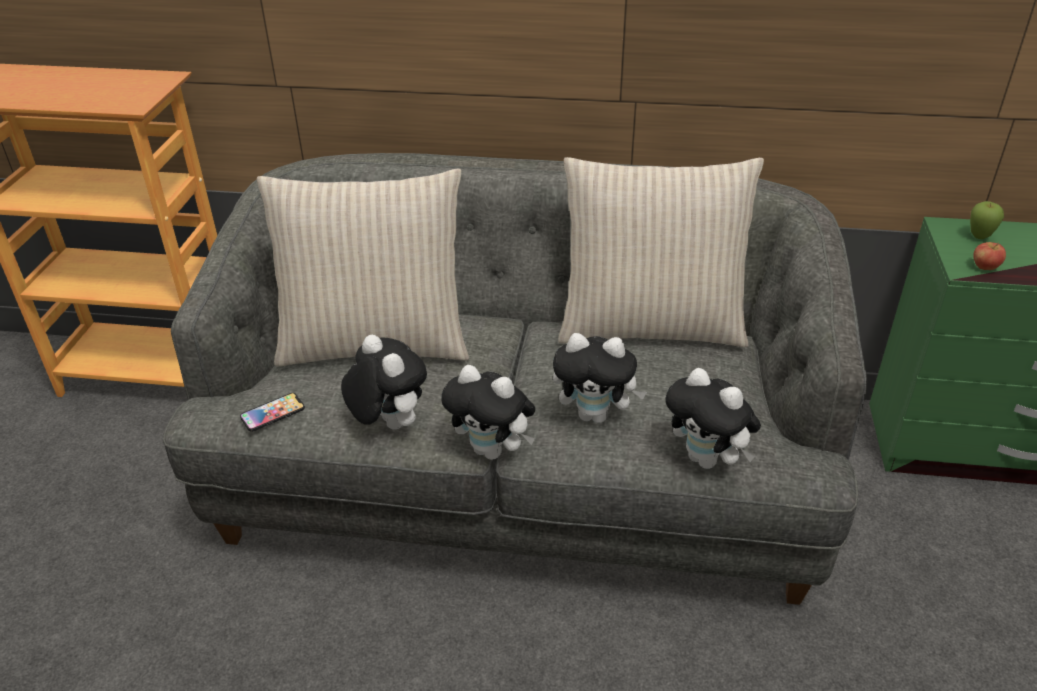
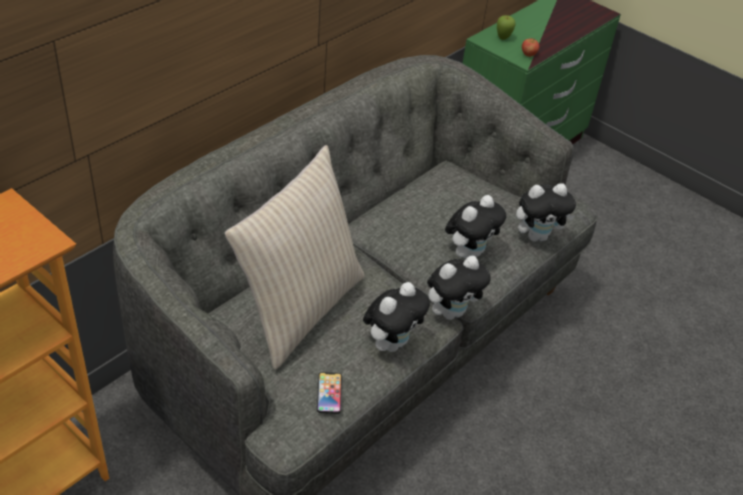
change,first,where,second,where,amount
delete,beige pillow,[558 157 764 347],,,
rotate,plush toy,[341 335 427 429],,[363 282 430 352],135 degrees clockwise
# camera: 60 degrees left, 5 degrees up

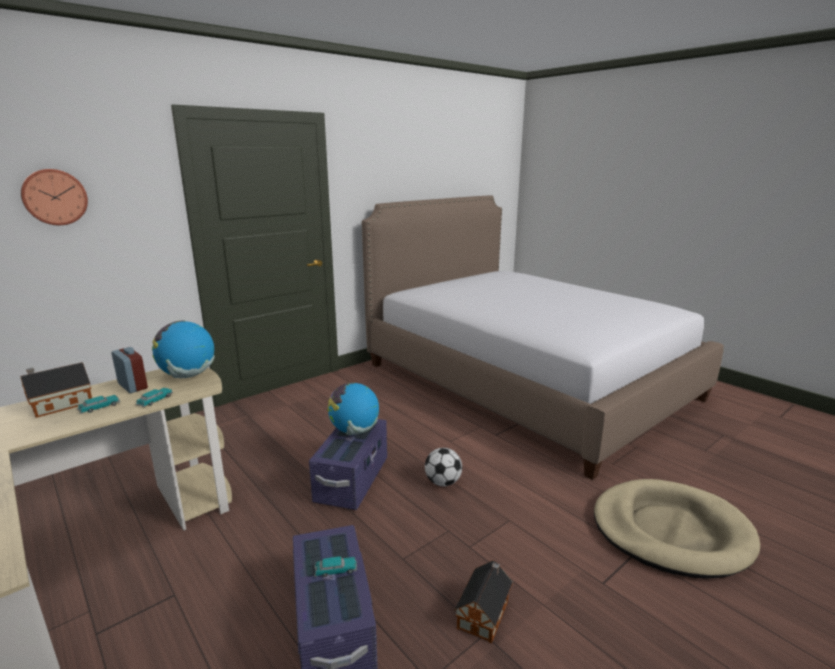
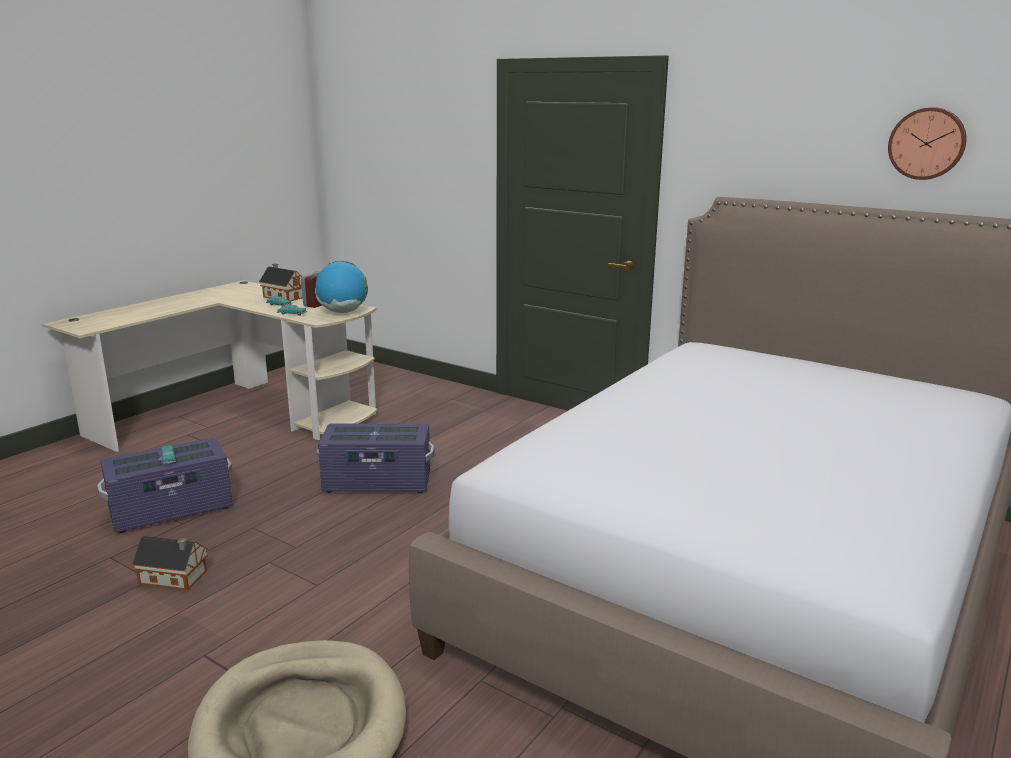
change,first,where,second,where,amount
delete,globe,[328 382 379 435],,,
delete,football,[425 448 462 486],,,
move,wall clock,[21 169 88 225],,[888 107 967 180],
# camera: 75 degrees right, 0 degrees up

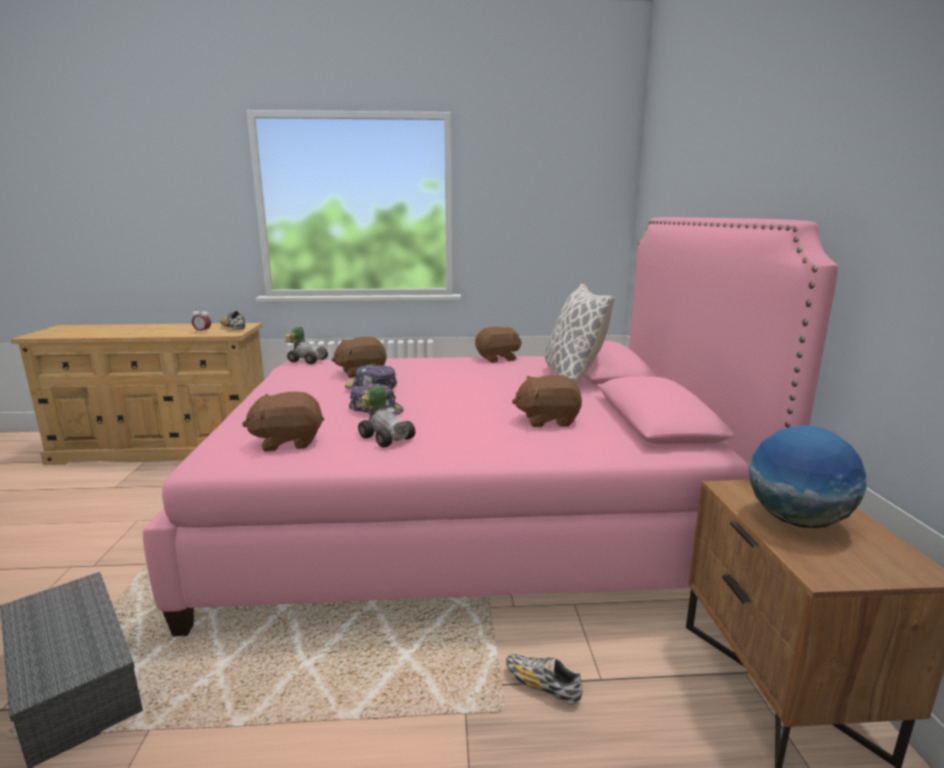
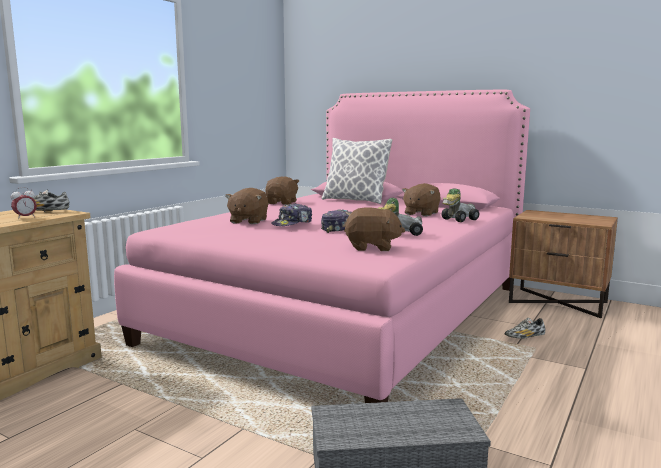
change,first,where,second,where,amount
delete,globe,[749 425 866 528],,,
move,toy car,[285 327 328 364],,[441 188 479 222],
rotate,brown plush toy,[242 392 324 452],,[344 207 405 251],105 degrees counterclockwise
# camera: 55 degrees left, 5 degrees down

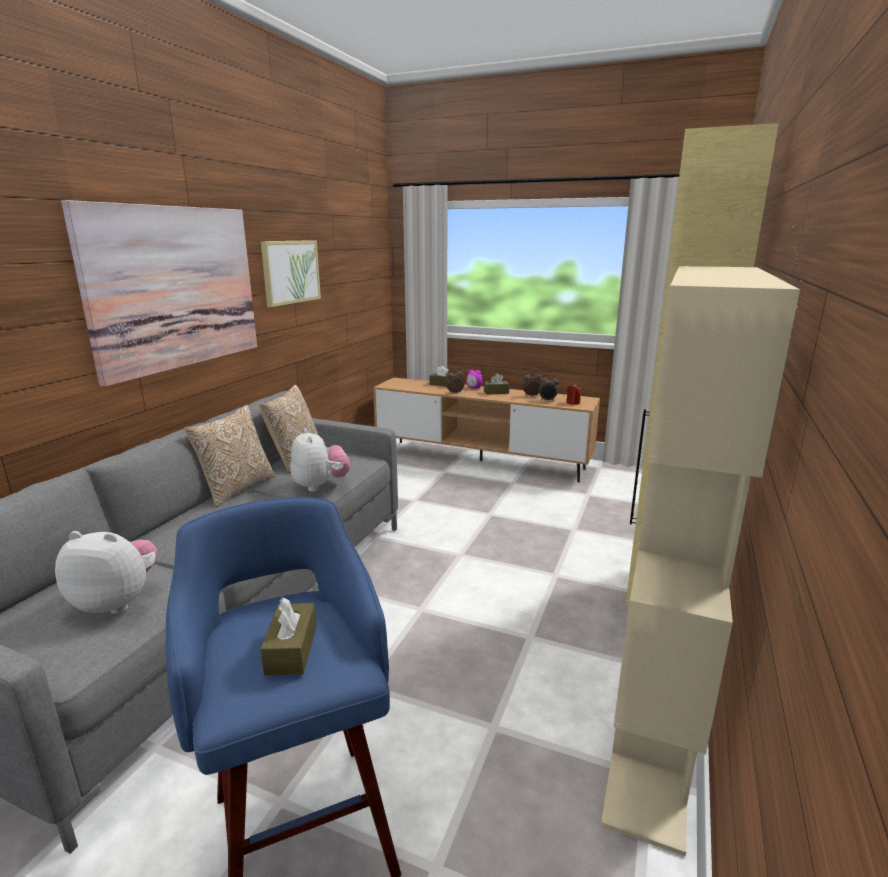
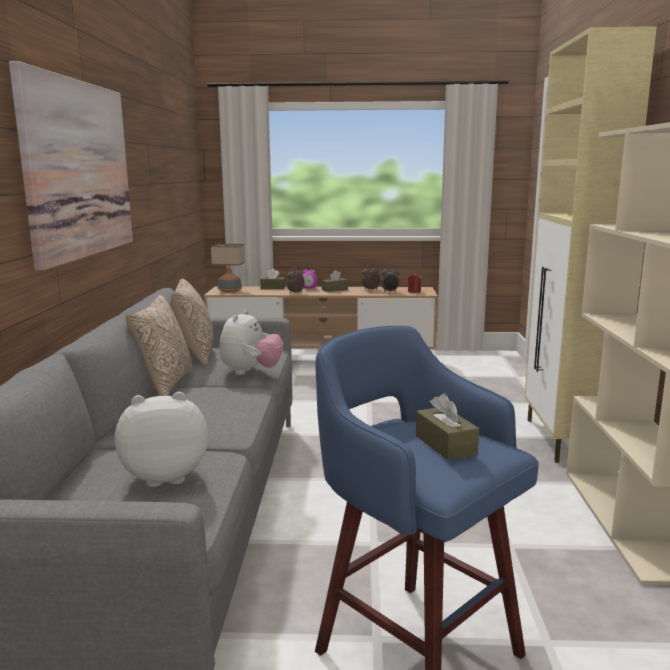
change,first,where,second,where,amount
delete,picture,[261 240 321 307],,,
insert,,,table lamp,[211 244 245 292],
rotate,plush toy,[290 428 350 492],,[219 310 283 375],60 degrees clockwise
# camera: 20 degrees left, 5 degrees down

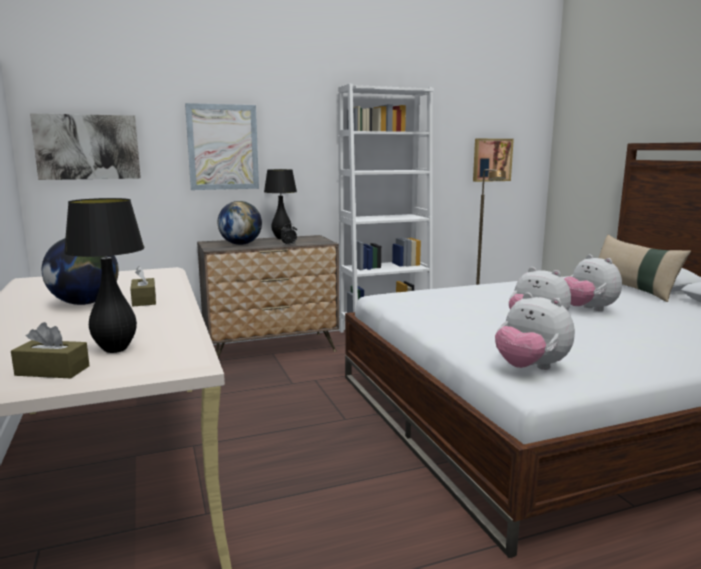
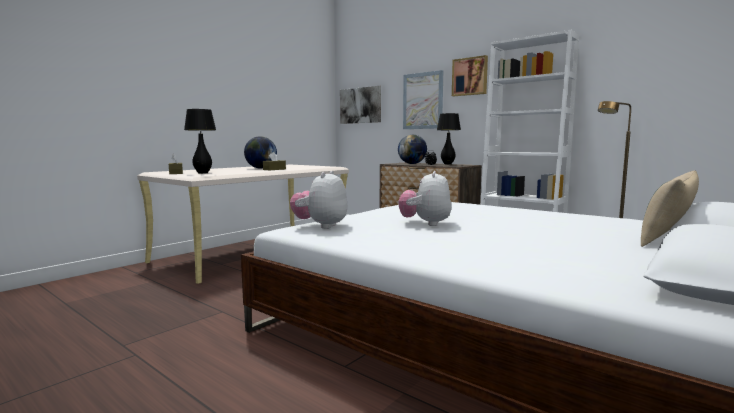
change,first,where,second,where,amount
delete,plush toy,[564 254 622 311],,,
move,picture,[473 139 514 182],,[452 55 488 96],
# camera: 60 degrees right, 5 degrees down

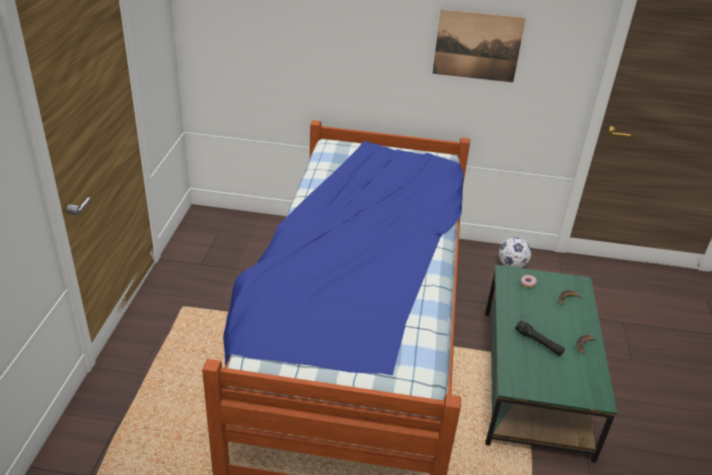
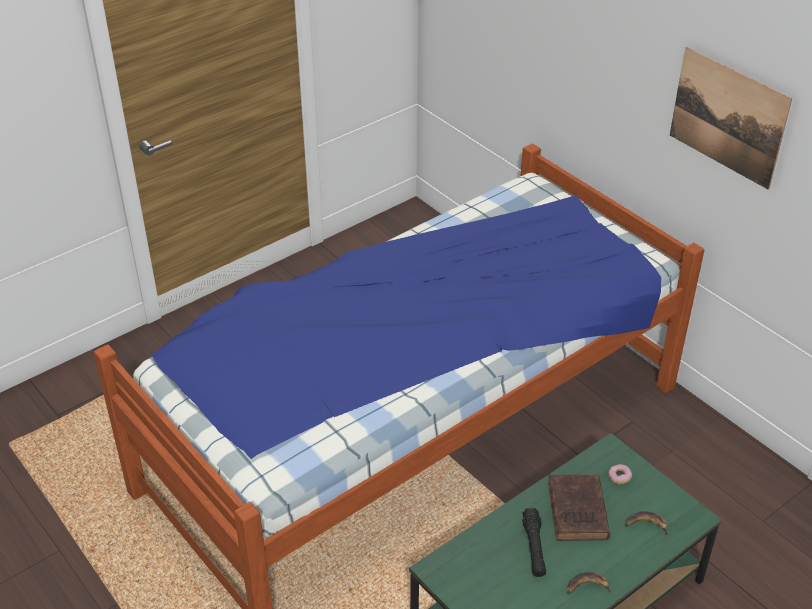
change,first,where,second,where,amount
delete,football,[499 237 531 268],,,
insert,,,brown book,[548 474 610 541],
# camera: 45 degrees right, 5 degrees up

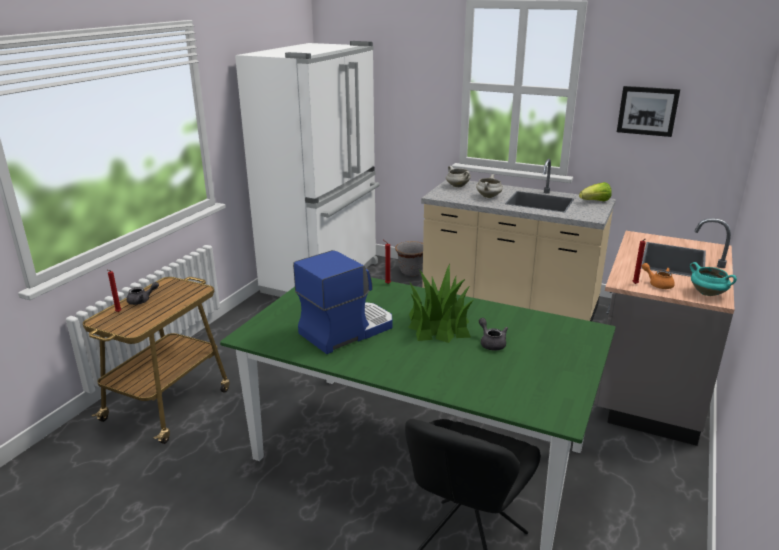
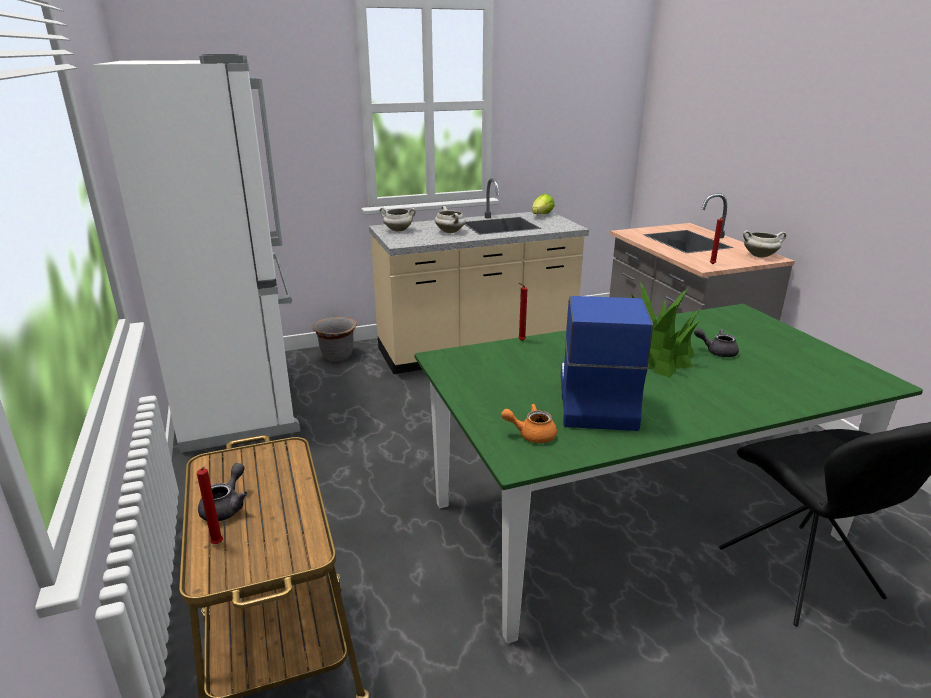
change,first,where,second,where,amount
delete,picture,[617 86 680 137],,,
move,orange teapot,[642 263 675 289],,[501 404 557 443],
recolor,turquoise cooking pot,[690 262 737 296],white cooking pot,[743 230 786 258],
# camera: 45 degrees left, 0 degrees up

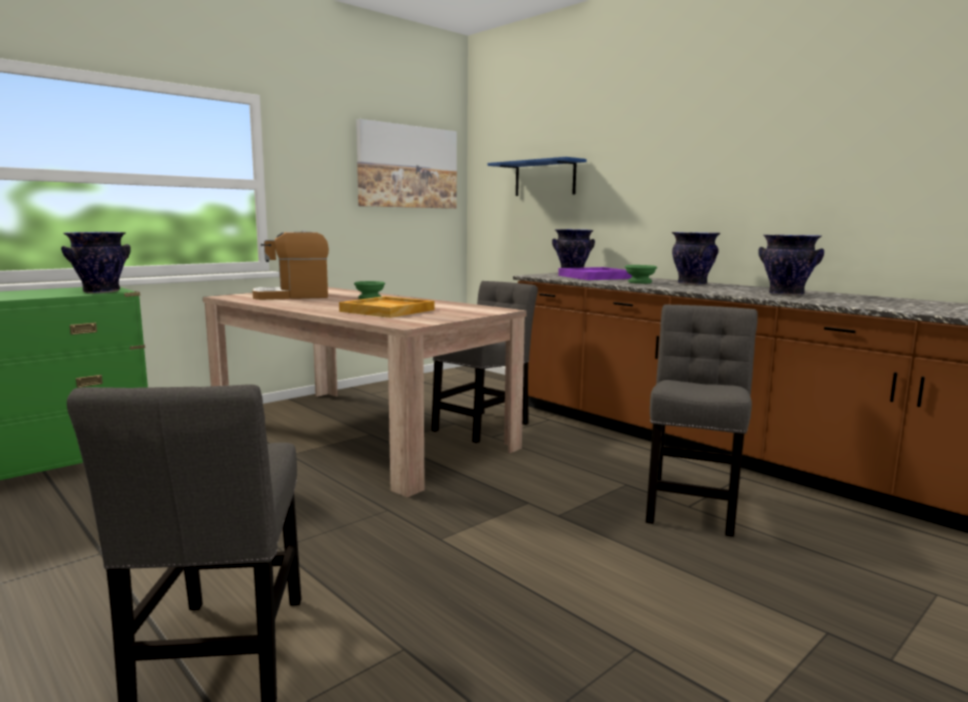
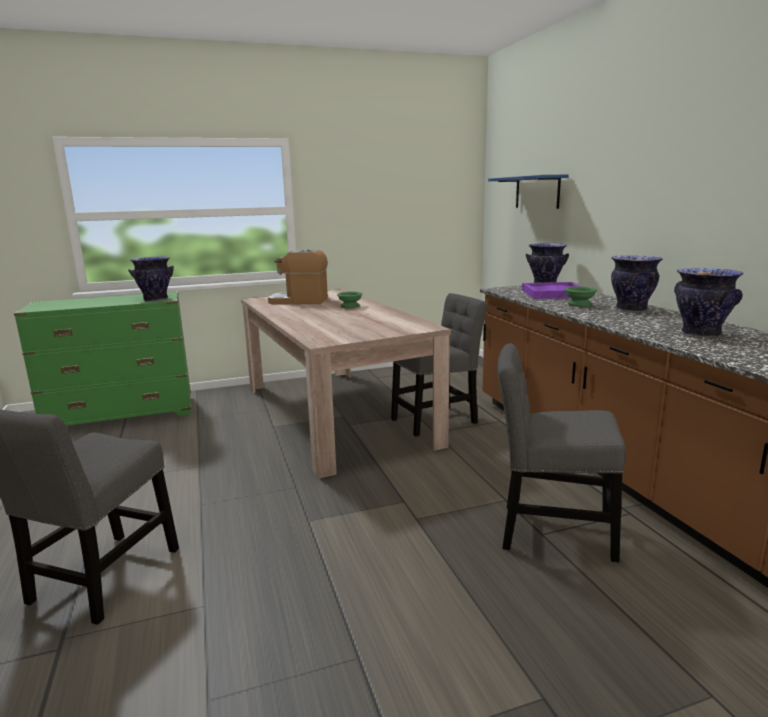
change,first,where,second,where,amount
delete,beige tray,[339 296 434 318],,,
delete,picture,[356 119 457 209],,,
rotate,grey chair,[646 305 758 537],,[497 343 626 562],120 degrees counterclockwise
# camera: 25 degrees right, 5 degrees up

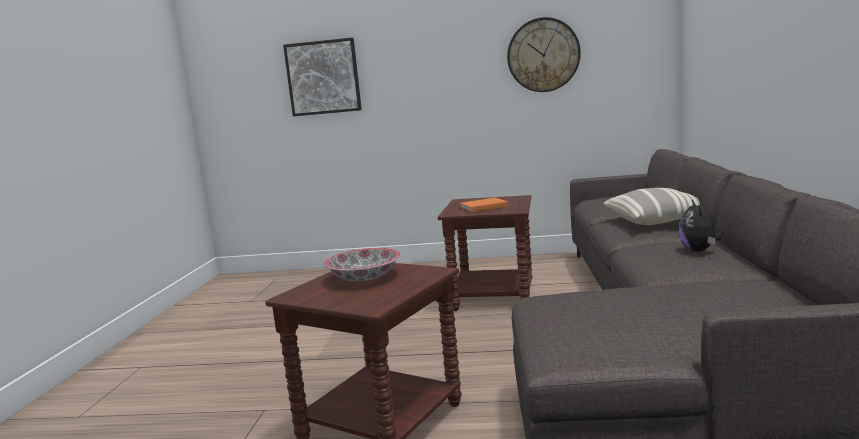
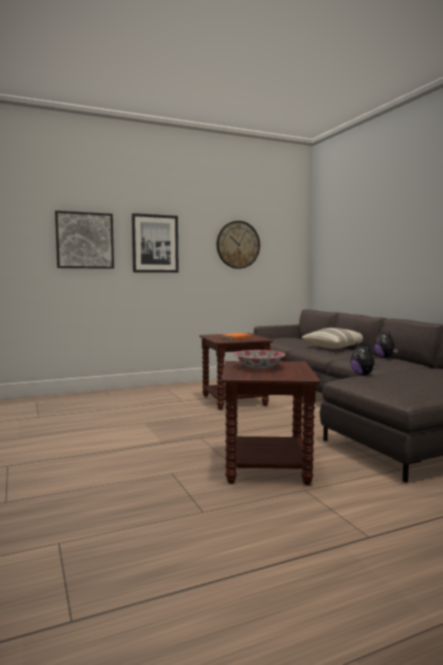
change,first,where,second,where,amount
insert,,,picture,[132 213 179 273],
insert,,,plush toy,[350 342 379 376],
# camera: 30 degrees left, 5 degrees down

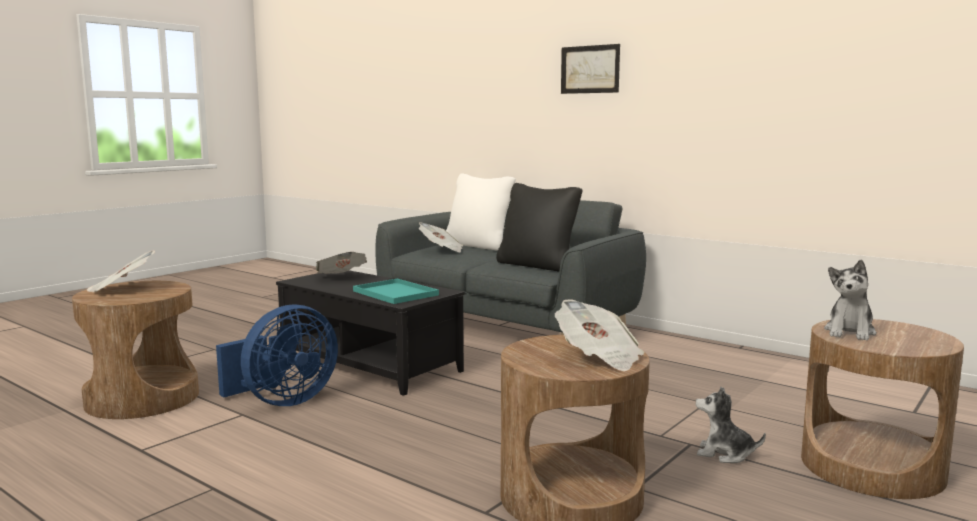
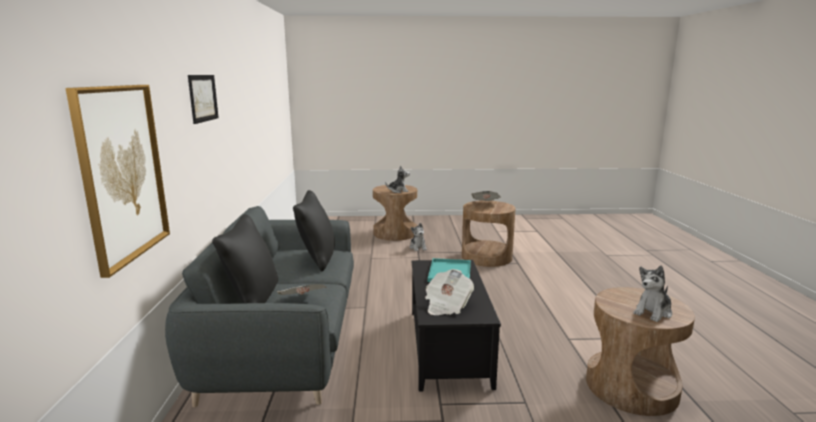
change,first,where,second,where,amount
delete,blue fan,[216 304 338 406],,,
insert,,,picture,[66 85 170 278],
replace,newspaper,[87 250 155 292],plush toy,[633 266 672 322],
recolor,white pillow,[446 173 516 250],black pillow,[212 214 278 303],
# camera: 130 degrees left, 5 degrees up

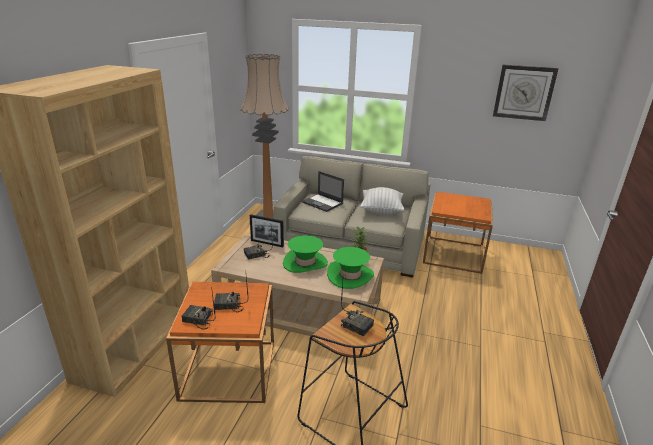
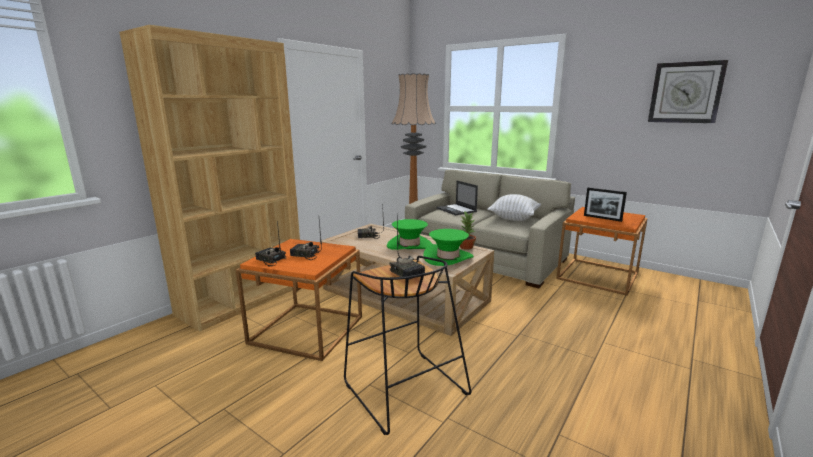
change,first,where,second,where,amount
move,picture frame,[250 214 284 247],,[584 188 627 222],
# camera: 20 degrees right, 10 degrees down

